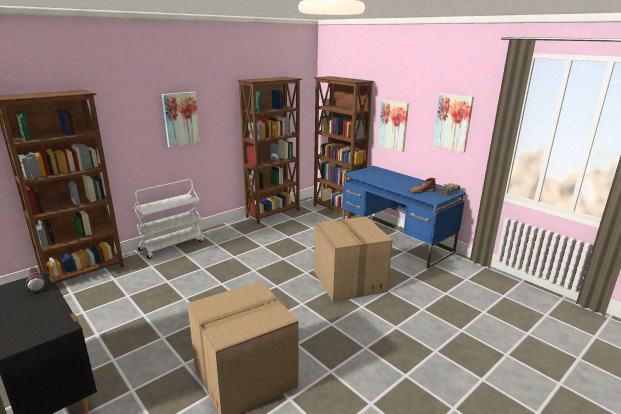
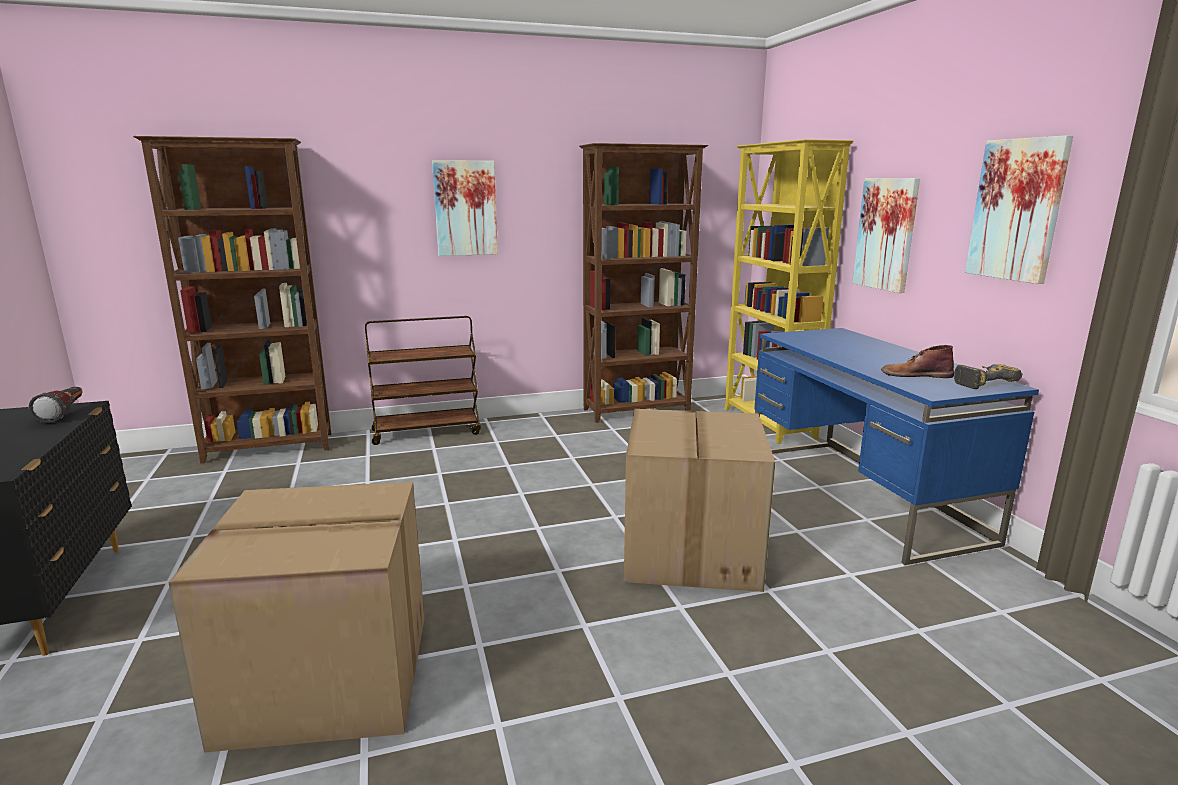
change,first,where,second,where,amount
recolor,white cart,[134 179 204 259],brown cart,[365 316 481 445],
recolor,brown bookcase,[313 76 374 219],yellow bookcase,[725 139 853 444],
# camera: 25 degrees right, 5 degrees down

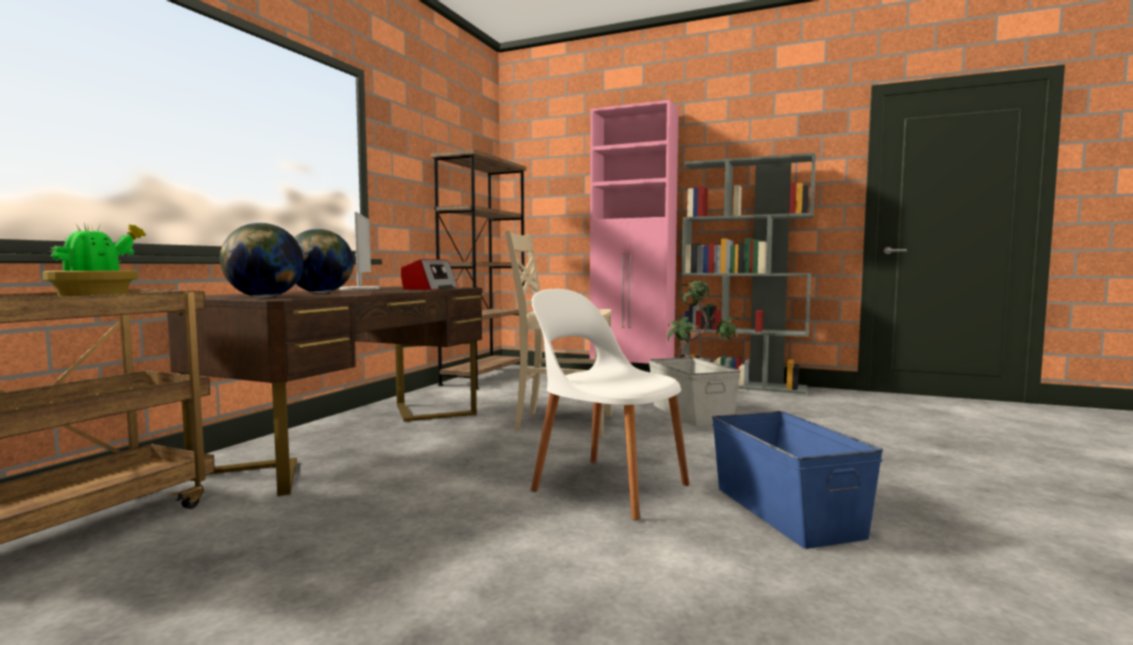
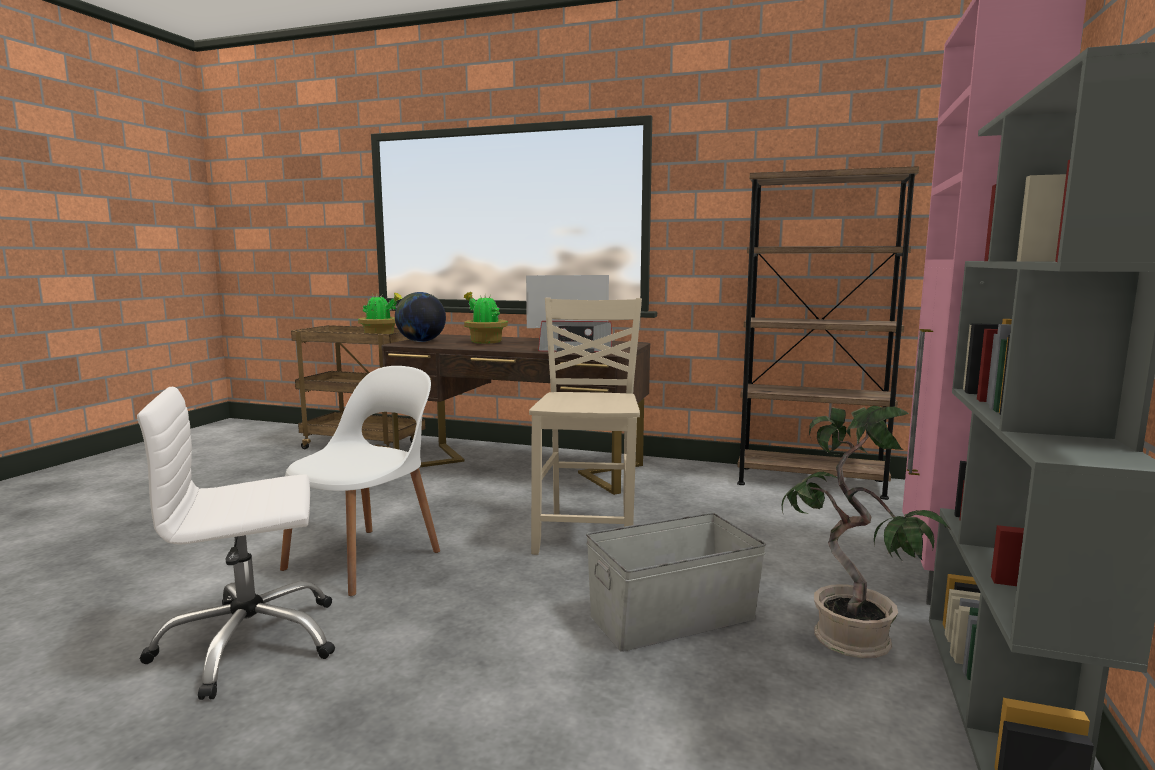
change,first,where,second,where,amount
replace,globe,[294 229 354 293],potted plant,[463 292 508 344],
replace,blue storage box,[712 411 883 549],white office chair,[137 387 335 700],
# camera: 85 degrees right, 5 degrees up

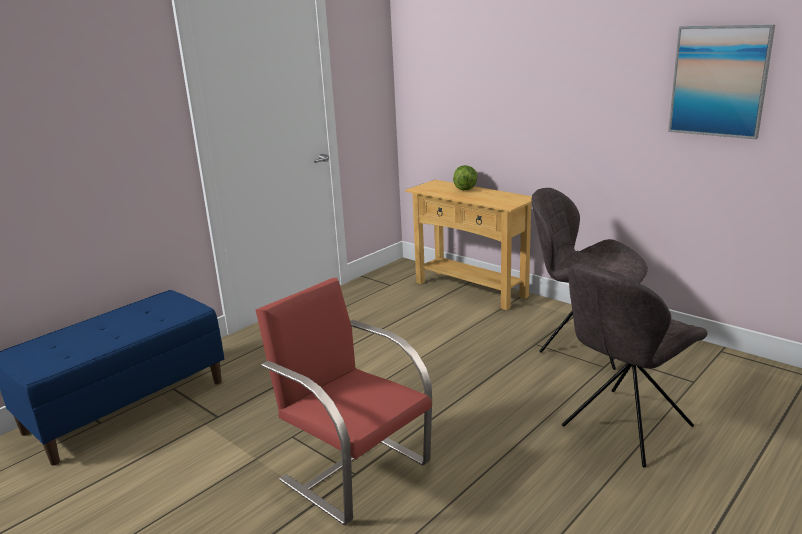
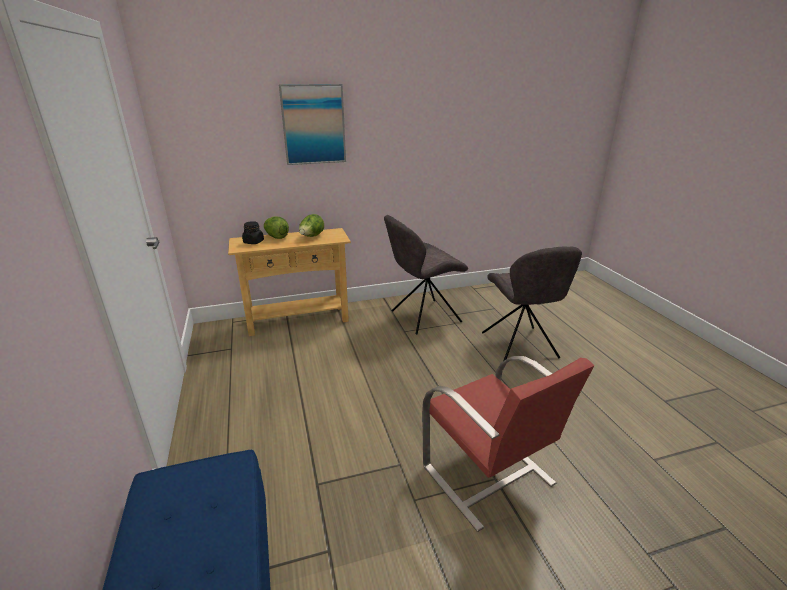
change,first,where,second,where,amount
insert,,,black jar,[242 221 264 244],
insert,,,lettuce,[299 214 324 237],
move,picture,[668 25 775 139],,[279 84 346 165],
rotate,red chair,[255 278 432 525],,[422 356 594 532],105 degrees counterclockwise
# camera: 60 degrees left, 5 degrees up

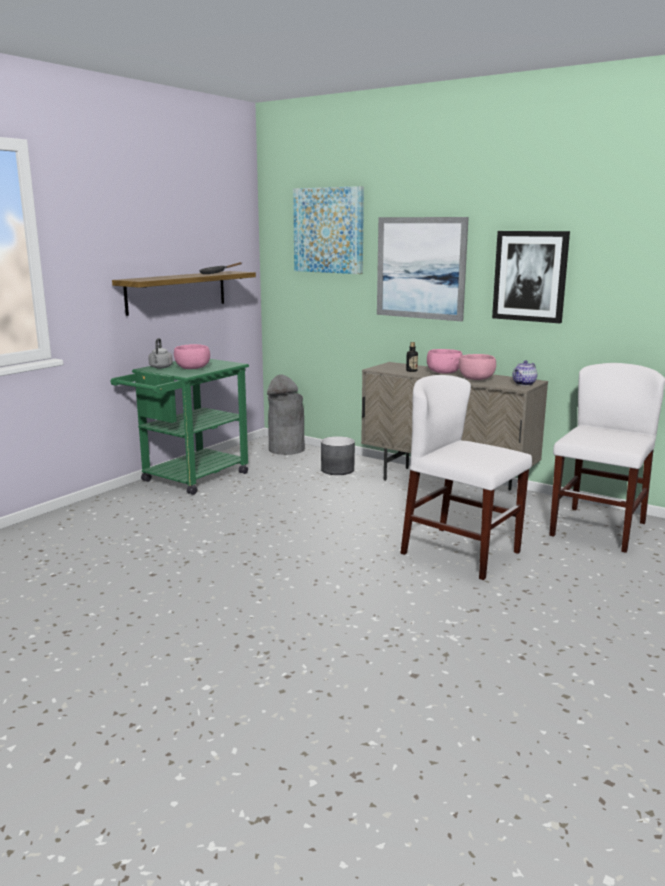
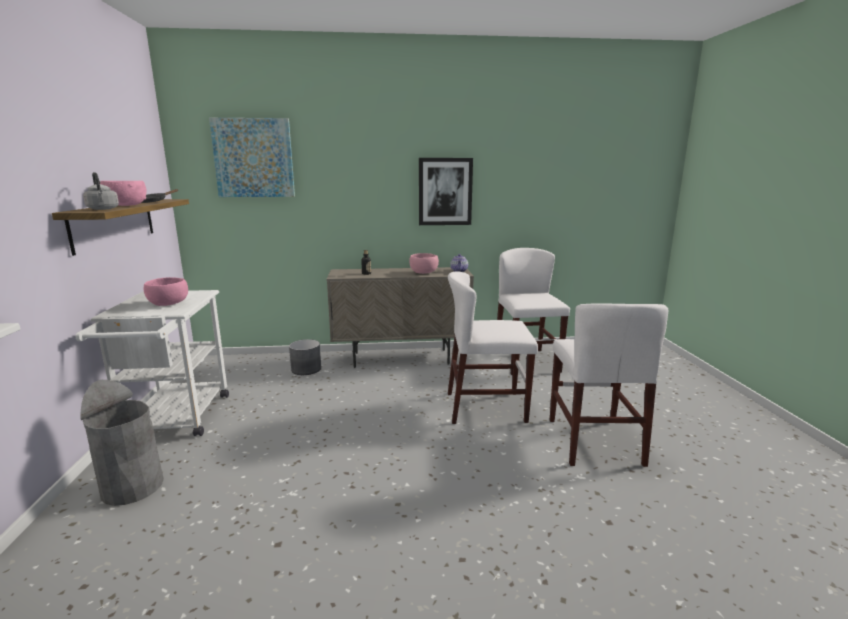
change,first,where,second,where,amount
delete,picture,[377 217 469 321],,,
insert,,,white chair,[550 303 668 467],
move,grey kettle,[148 338 173 368],,[83 172 119 210],
move,grey trash can,[267 375 305 455],,[80 380 164 506],
move,pink bowl,[427 349 462 374],,[100 181 147 206],
recolor,green cart,[111 359 249 495],white cart,[76 290 229 436],
# camera: 40 degrees left, 0 degrees up

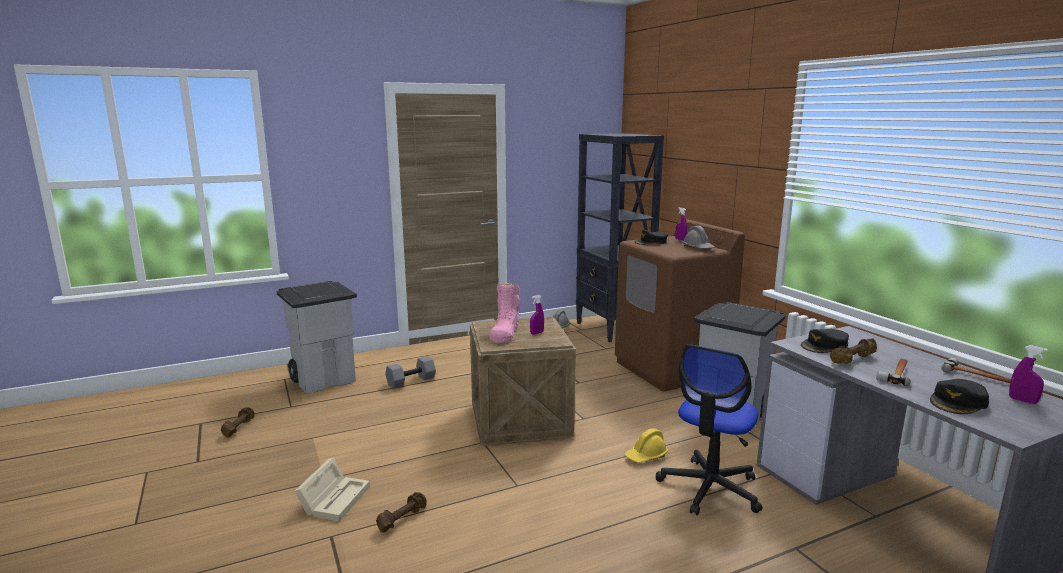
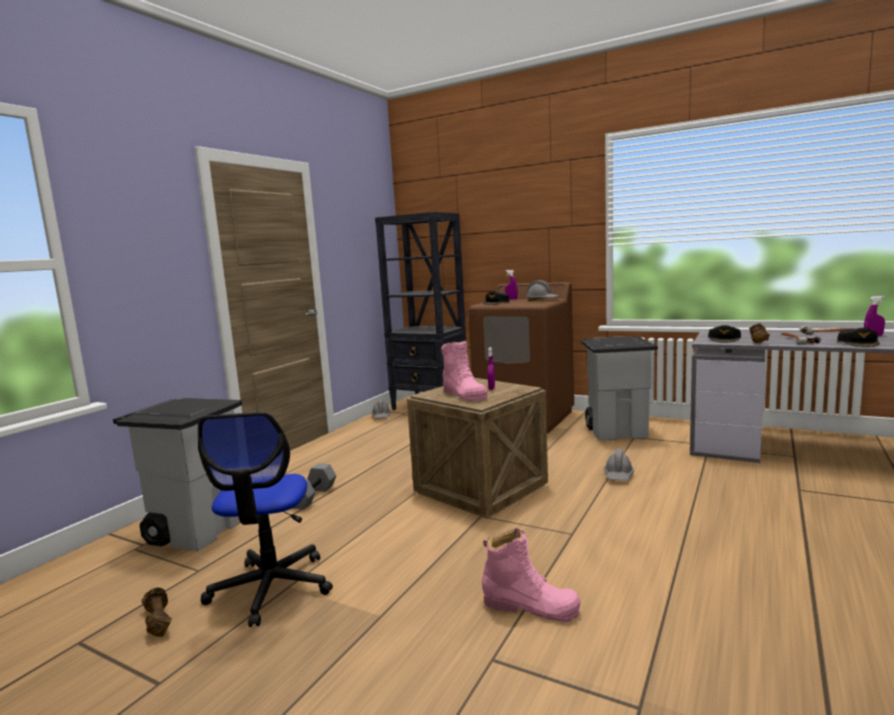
change,first,where,second,where,amount
delete,beige storage box,[295 457 370 521],,,
move,office chair,[656 344 763 515],,[198 412 333 627],
replace,brown dumbbell,[376 492 427 533],pink boot,[482 528 580 622],
recolor,yellow hard hat,[624 428 668 463],grey hard hat,[604 449 634 481],
# camera: 35 degrees left, 5 degrees down

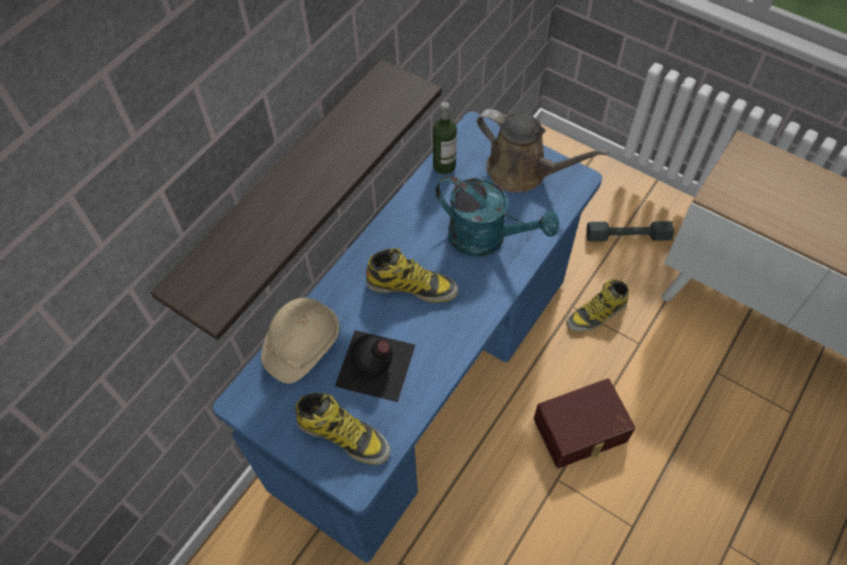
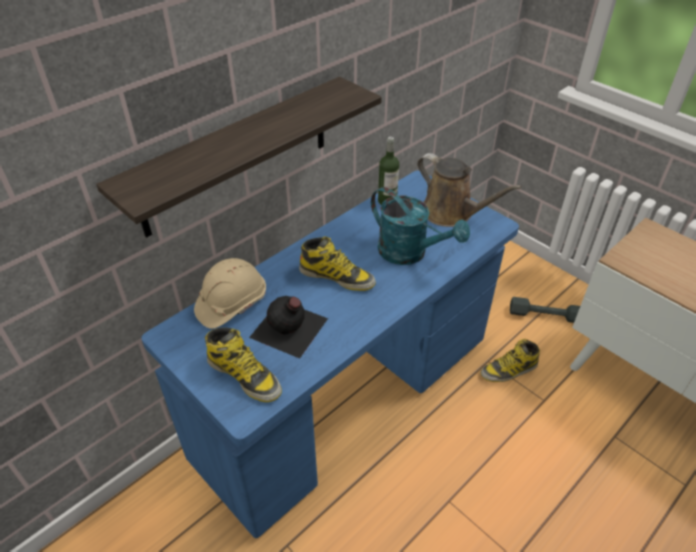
change,first,where,second,where,amount
delete,brown storage box,[534 379 636 468],,,
# camera: 10 degrees right, 15 degrees down

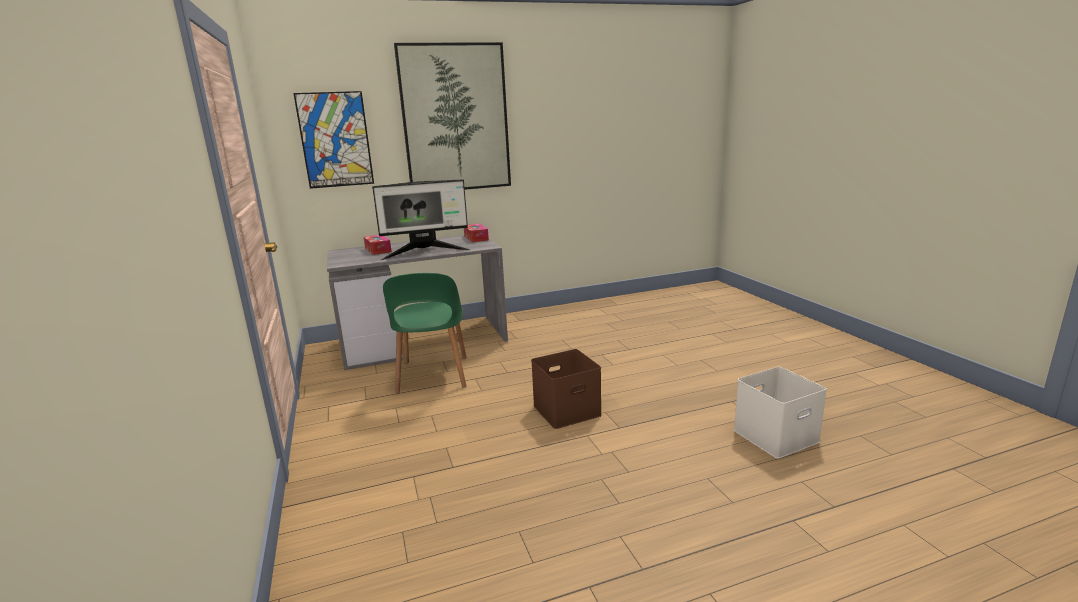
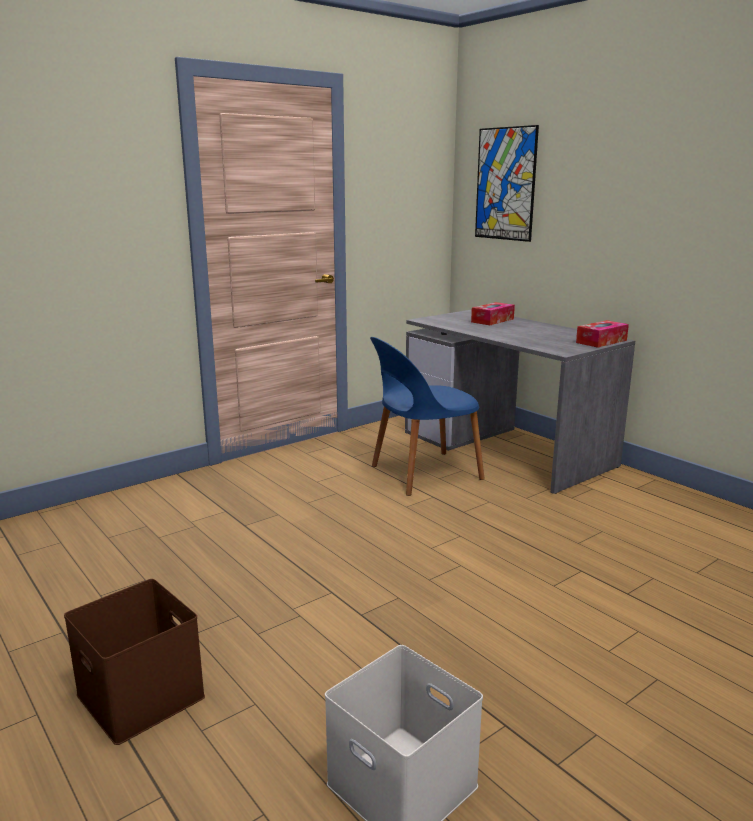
change,first,where,second,where,amount
delete,monitor,[372 179 470 260],,,
delete,picture,[394 42 511 190],,,
move,brown storage box,[531 349 602 429],,[64 579 205 745],
recolor,green chair,[383 273 467 393],blue chair,[370 337 485 496],
# camera: 70 degrees right, 0 degrees up

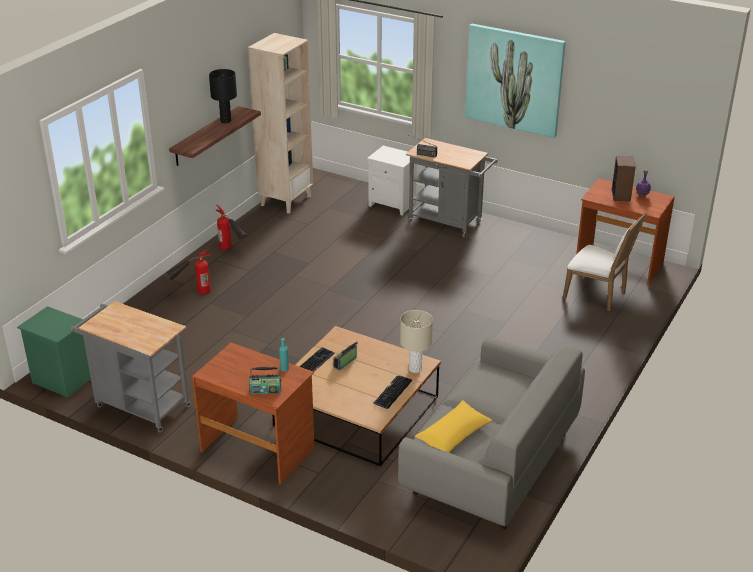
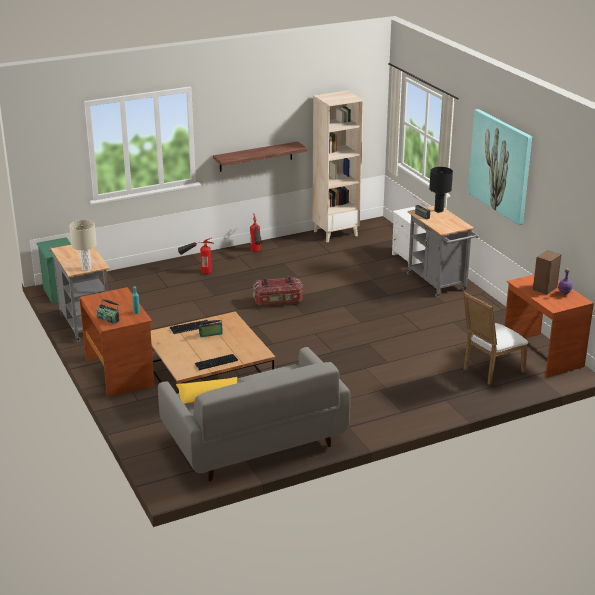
change,first,where,second,where,amount
insert,,,storage box,[253 277 303 307],
move,black table lamp,[209 69 237 123],,[429 167 453 212],
move,beige table lamp,[400 310 433 373],,[69 220 97 271],
rotate,white chair,[563 212 647 311],,[463 292 528 385],75 degrees clockwise
# camera: 35 degrees right, 5 degrees down

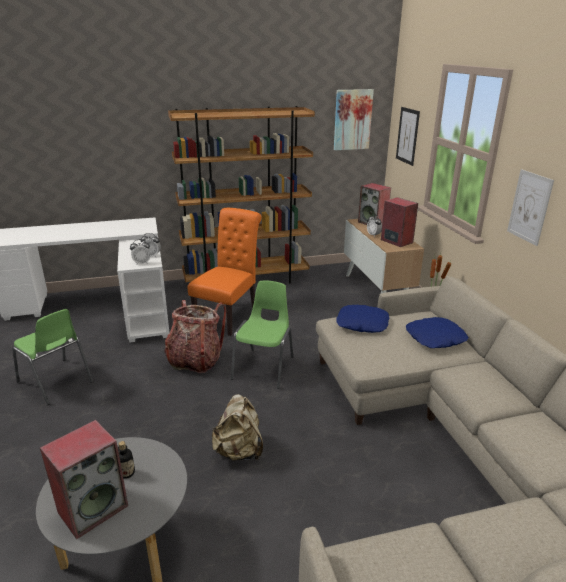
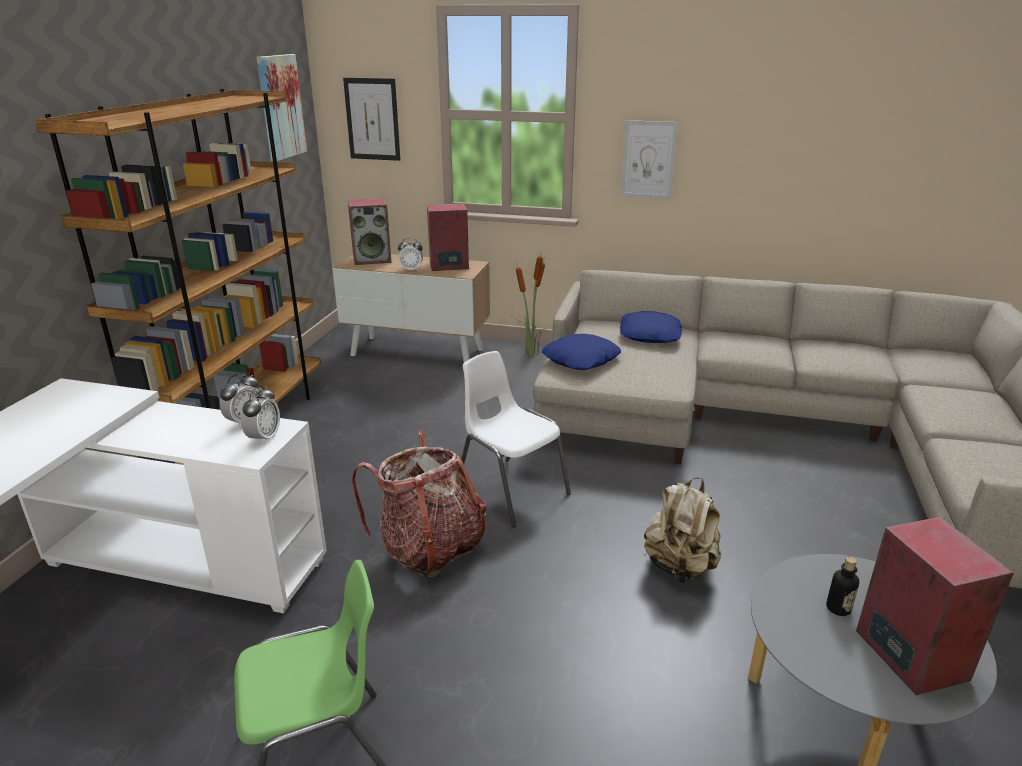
change,first,where,second,where,amount
delete,orange chair,[188 208 262 336],,,
recolor,green chair,[231 280 294 389],white chair,[461 351 571 528],
# camera: 60 degrees left, 0 degrees up

